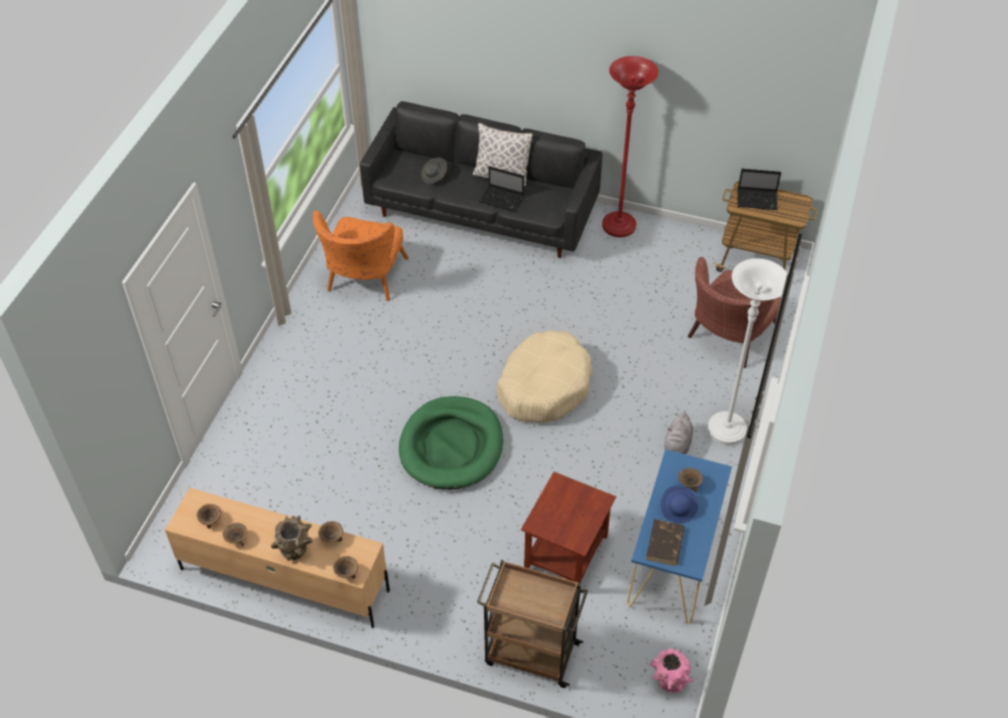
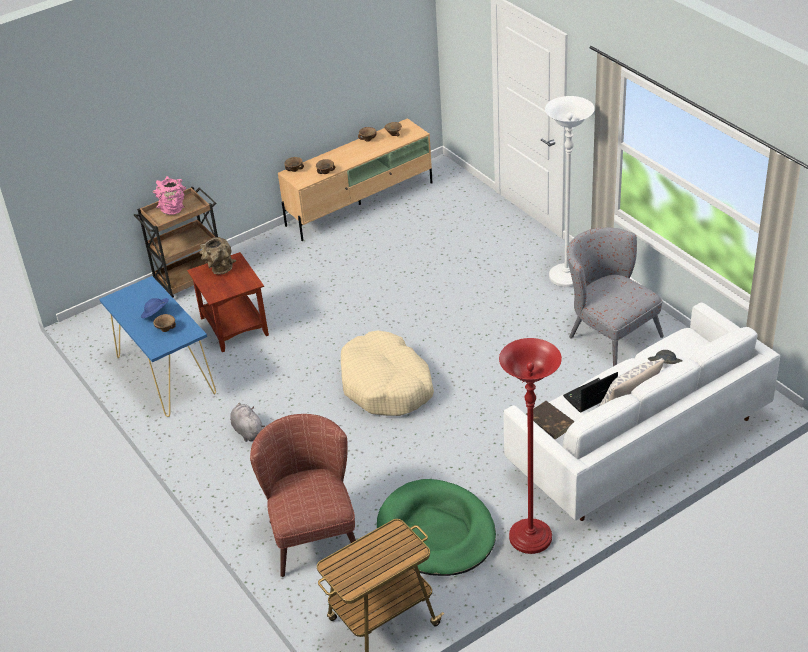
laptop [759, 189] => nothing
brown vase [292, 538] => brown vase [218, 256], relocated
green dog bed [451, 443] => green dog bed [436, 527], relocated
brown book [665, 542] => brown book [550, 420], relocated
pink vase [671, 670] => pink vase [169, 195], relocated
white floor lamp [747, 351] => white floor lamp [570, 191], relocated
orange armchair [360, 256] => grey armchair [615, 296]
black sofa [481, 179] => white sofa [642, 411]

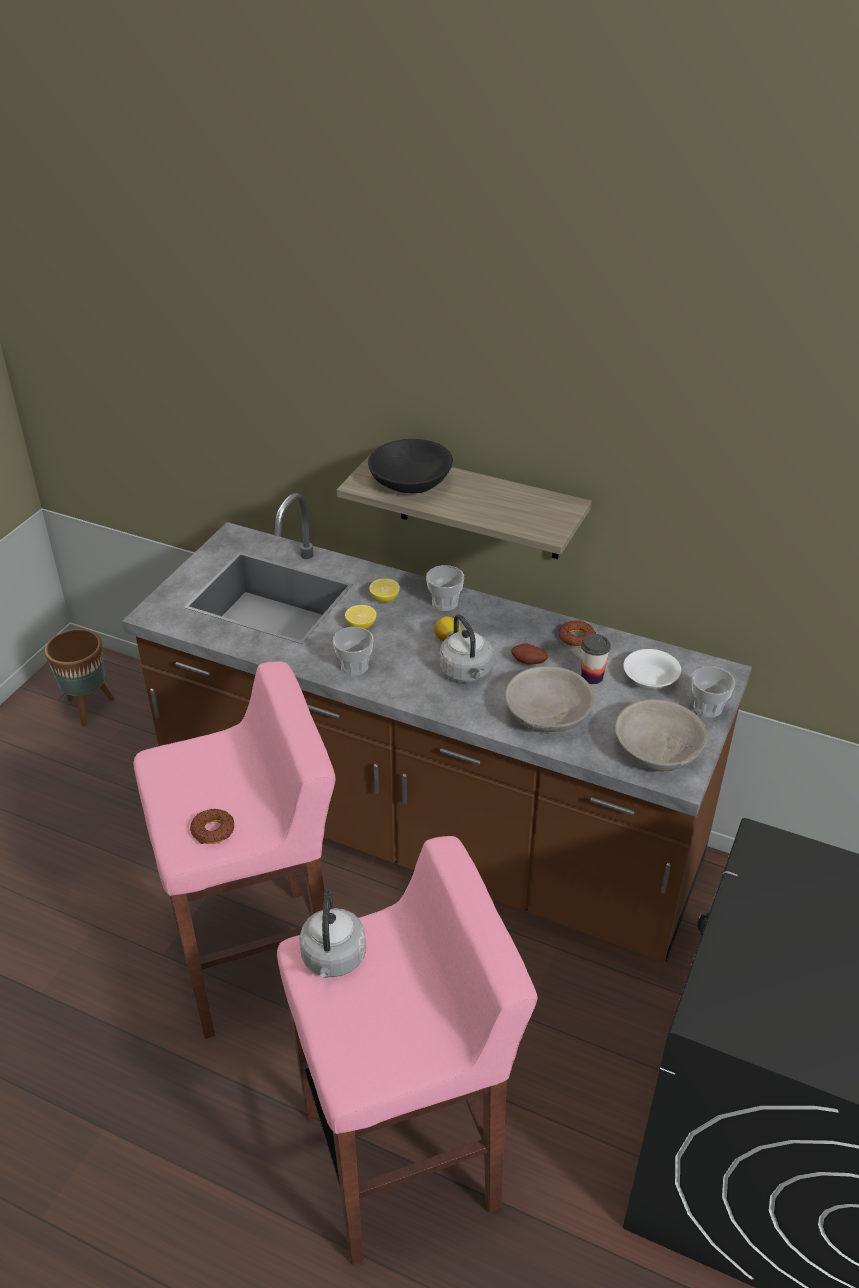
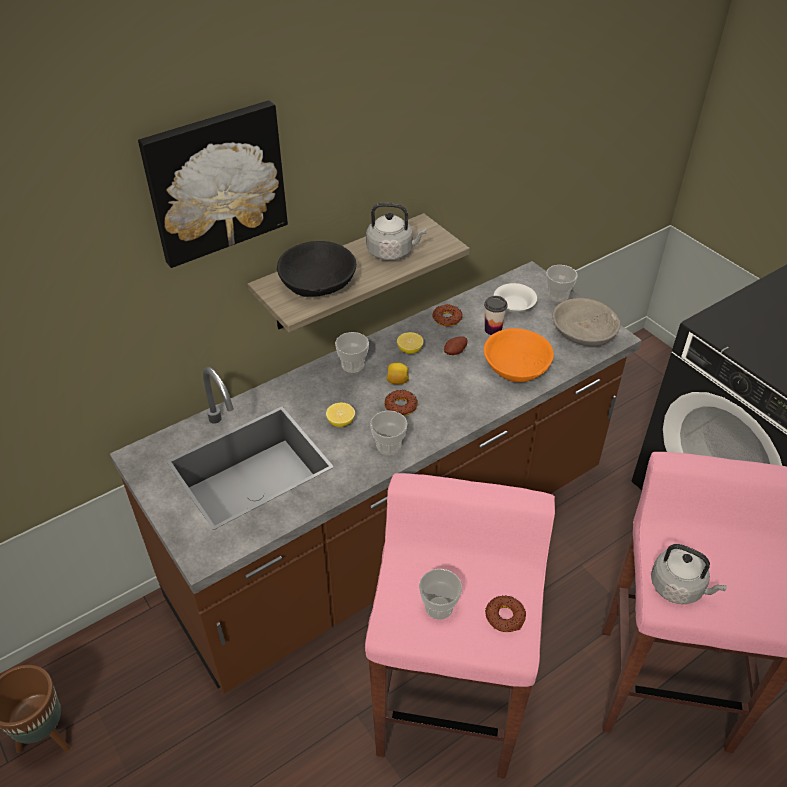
nothing => picture [213, 184]
nothing => donut [401, 403]
nothing => cup [440, 594]
lemon [384, 590] => lemon [410, 343], relocated
grey kettle [466, 648] => grey kettle [396, 232], relocated
grey bowl [549, 699] => orange bowl [519, 355]

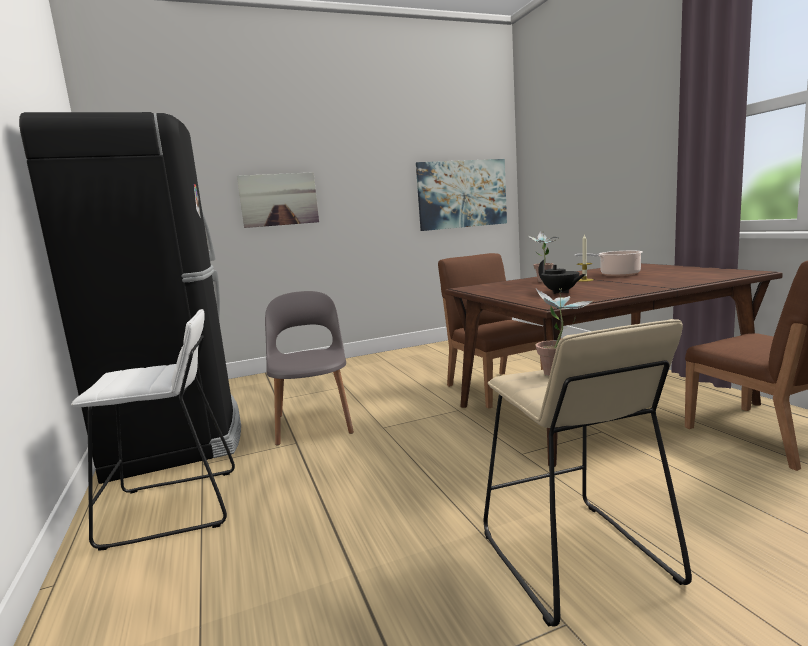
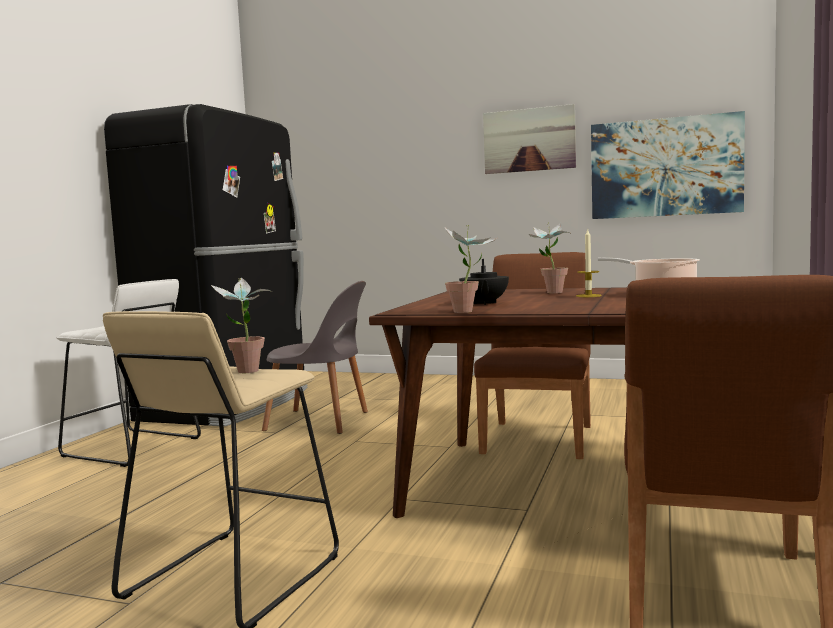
nothing => potted plant [471, 269]
picture [278, 200] => picture [529, 139], relocated
grey chair [309, 368] => grey chair [315, 357], 75 degrees clockwise

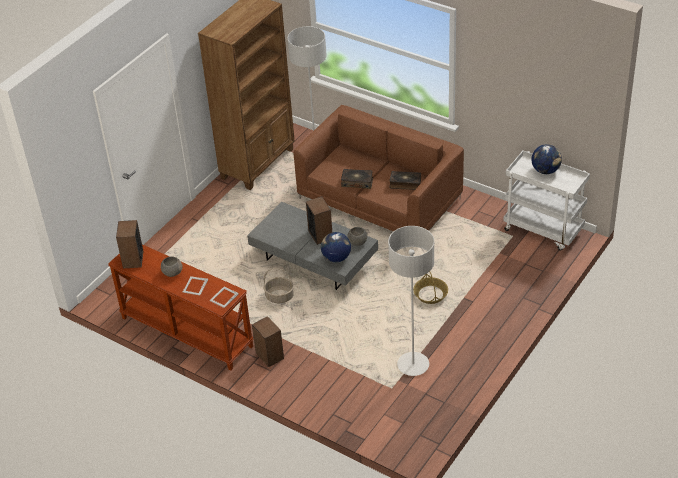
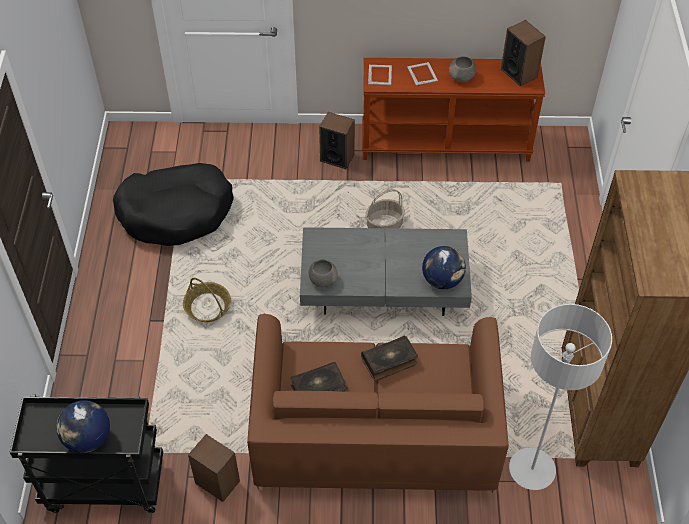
speaker [319, 221] => speaker [214, 468], relocated
globe [336, 247] => globe [444, 267], relocated
grey floor lamp [411, 301] => black dog bed [173, 204]
white cart [546, 201] => black cart [86, 454]

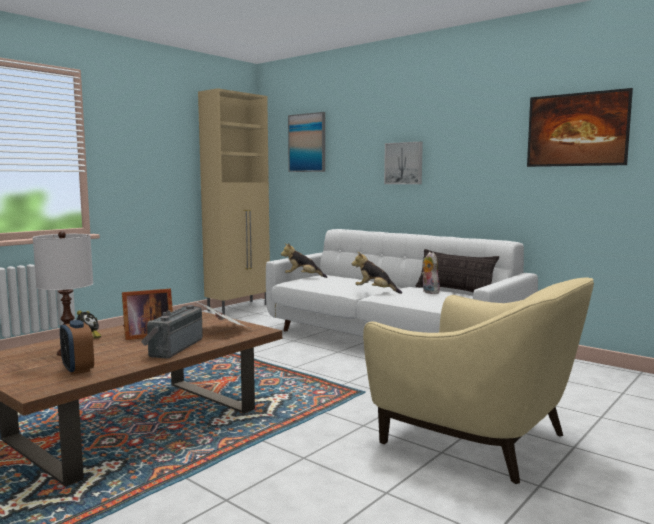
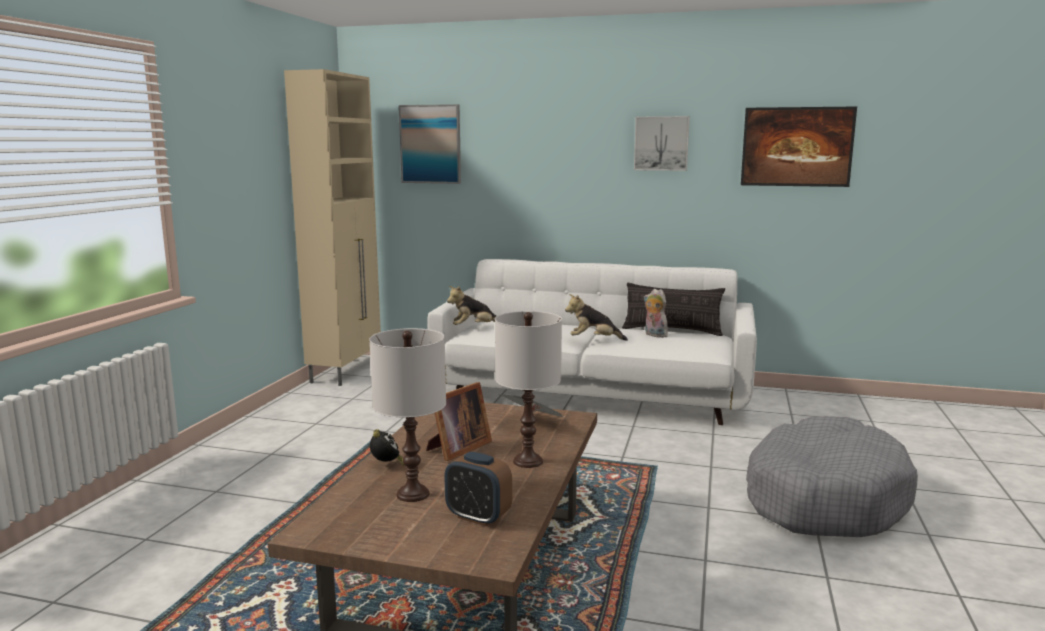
picture [403, 163] => picture [662, 143], relocated
radio [172, 332] => white table lamp [528, 389]
beige armchair [478, 380] => grey dog bed [832, 476]

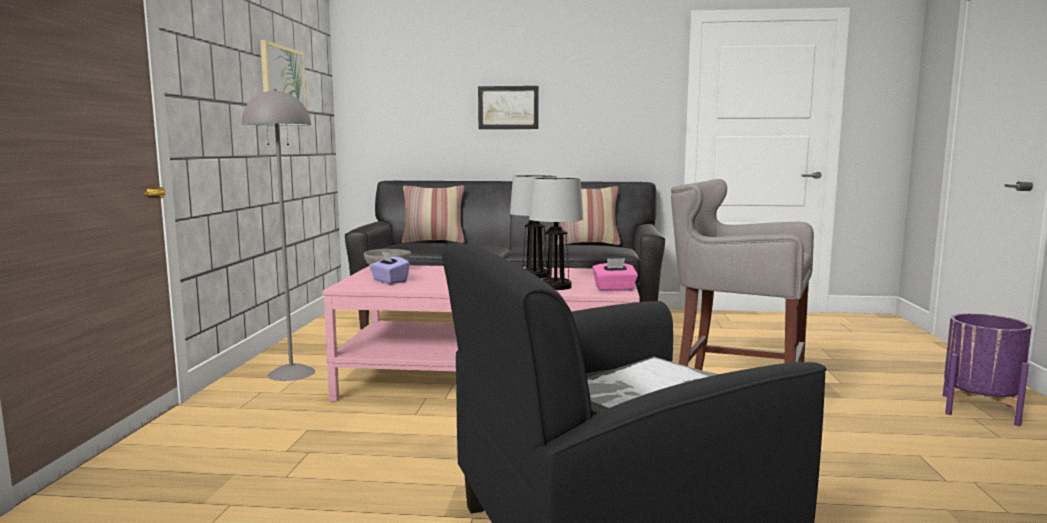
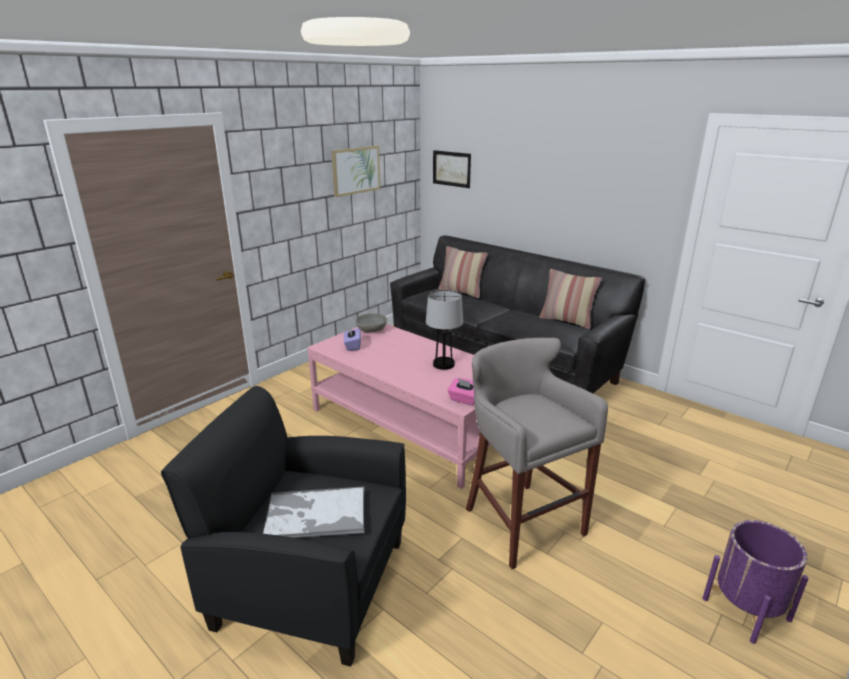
grey floor lamp [278, 235] => nothing
table lamp [556, 233] => nothing
picture [508, 107] => picture [452, 169], relocated

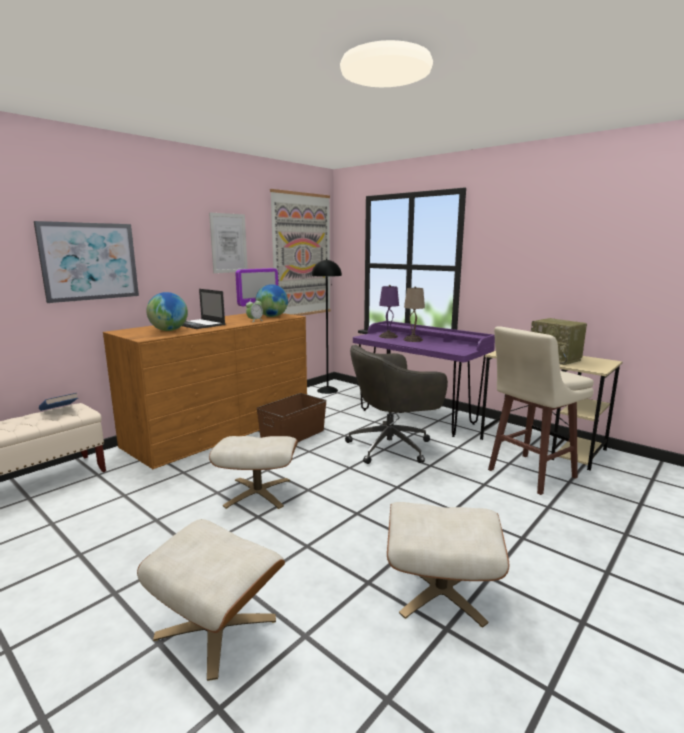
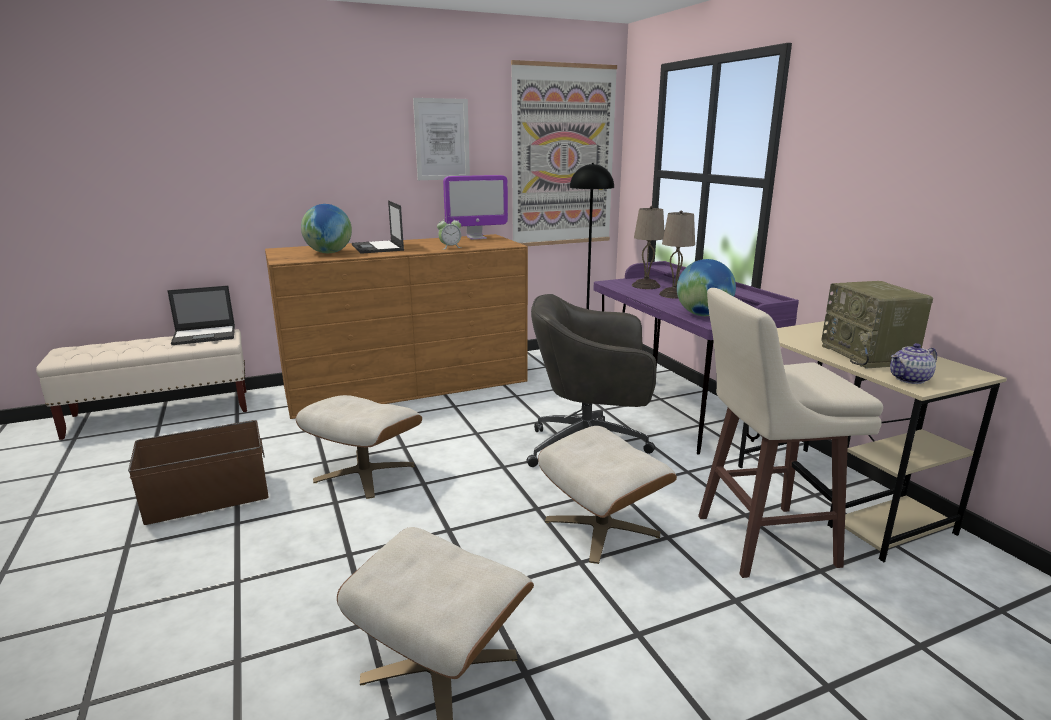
picture [86, 262] => nothing
nothing => teapot [913, 363]
beige ottoman [211, 600] => beige ottoman [607, 495], relocated
globe [271, 300] => globe [706, 287], relocated
brown storage box [291, 417] => brown storage box [198, 472], relocated
blue book [58, 402] => laptop [201, 315]
purple table lamp [389, 311] => beige table lamp [648, 247]

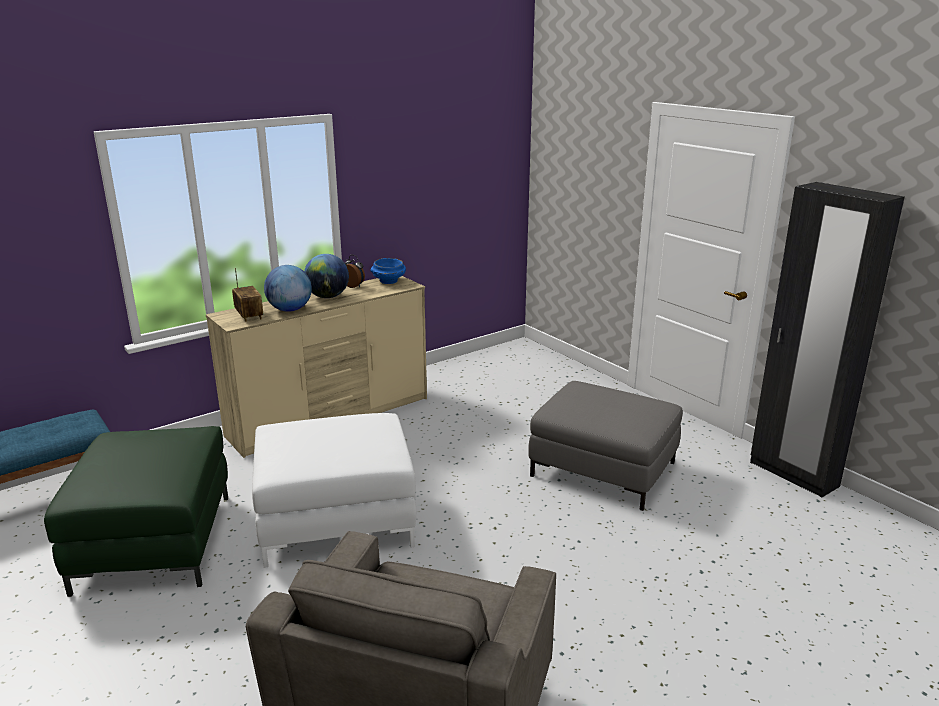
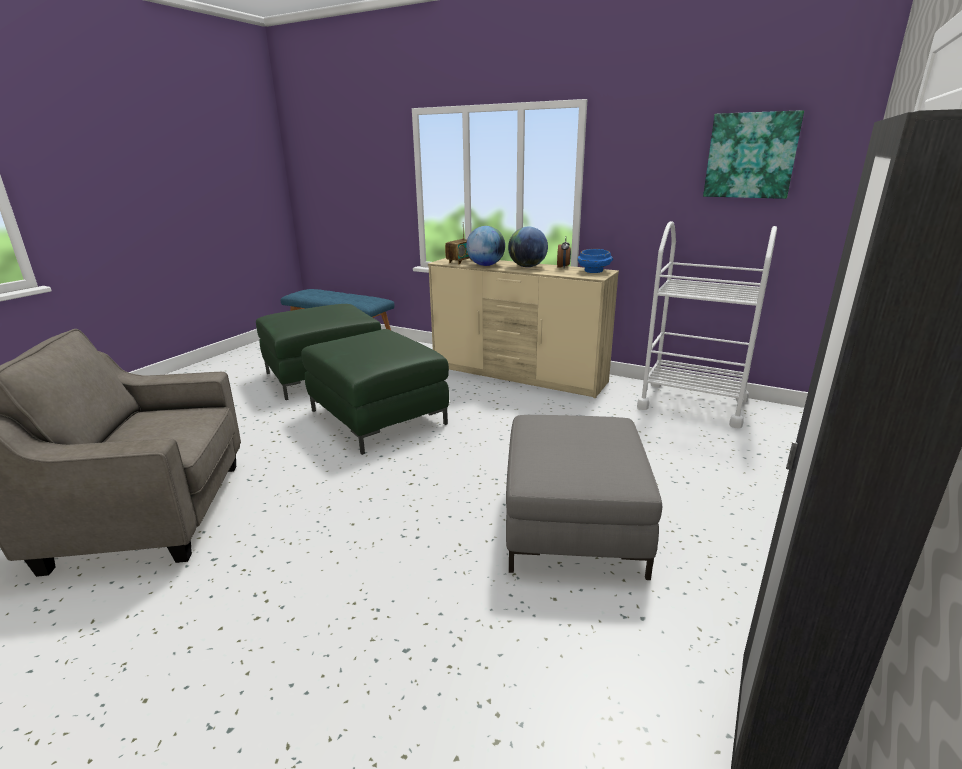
nothing => white cart [707, 324]
nothing => picture [753, 154]
white ottoman [334, 490] => green ottoman [375, 392]

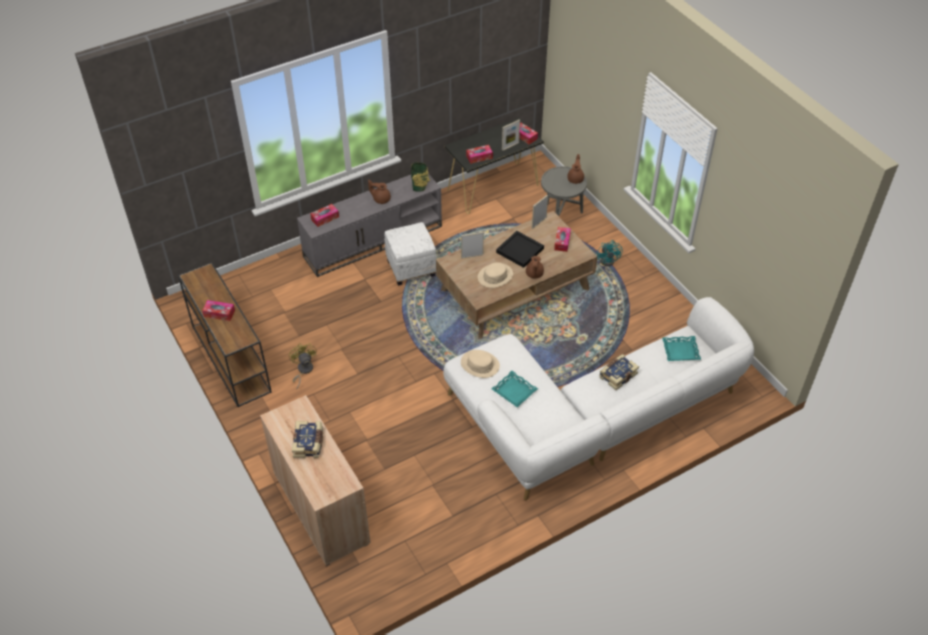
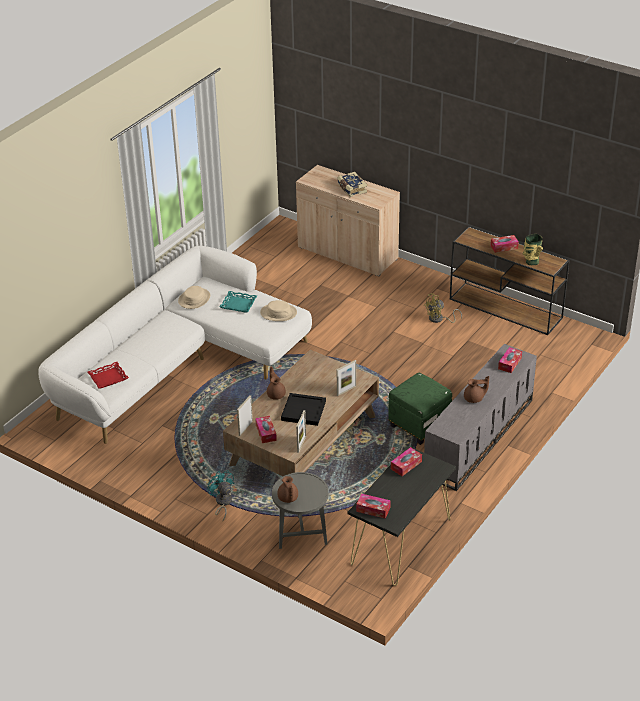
book [619, 372] => nothing
vase [420, 177] => vase [533, 249], relocated
beige hat [495, 275] => beige hat [194, 297], relocated
picture frame [511, 135] => picture frame [245, 415], relocated
white ottoman [410, 254] => green ottoman [420, 409]
turquoise tray [681, 348] => red tray [108, 375]
yellow fan [303, 366] => yellow fan [443, 308], 105 degrees clockwise

